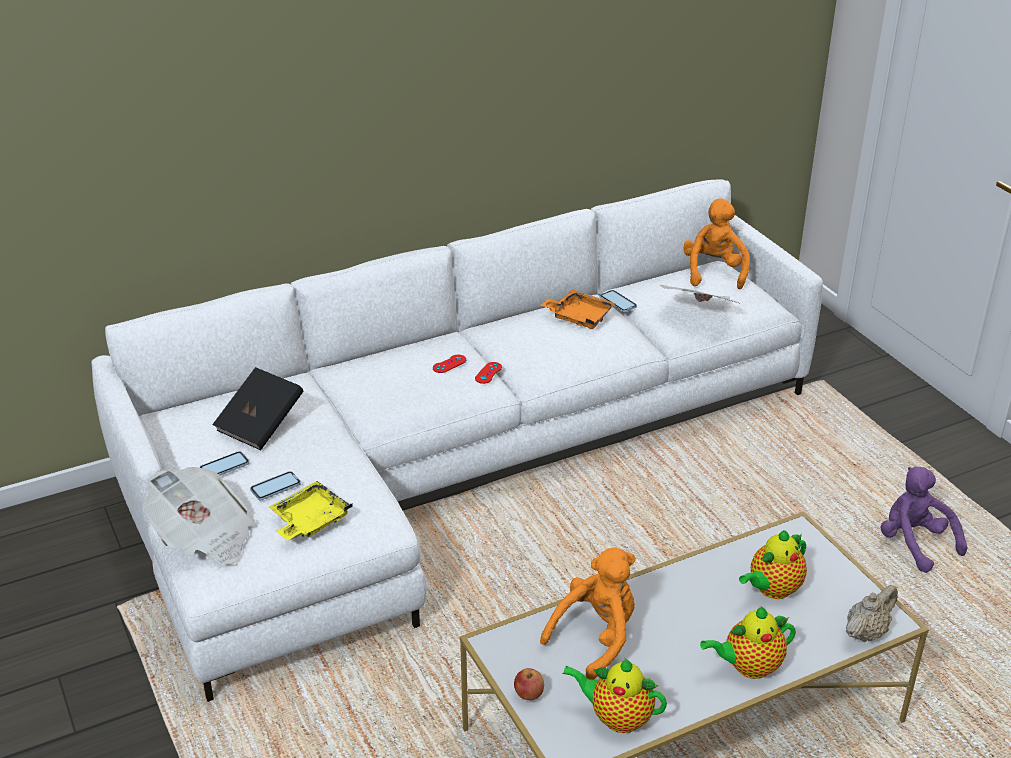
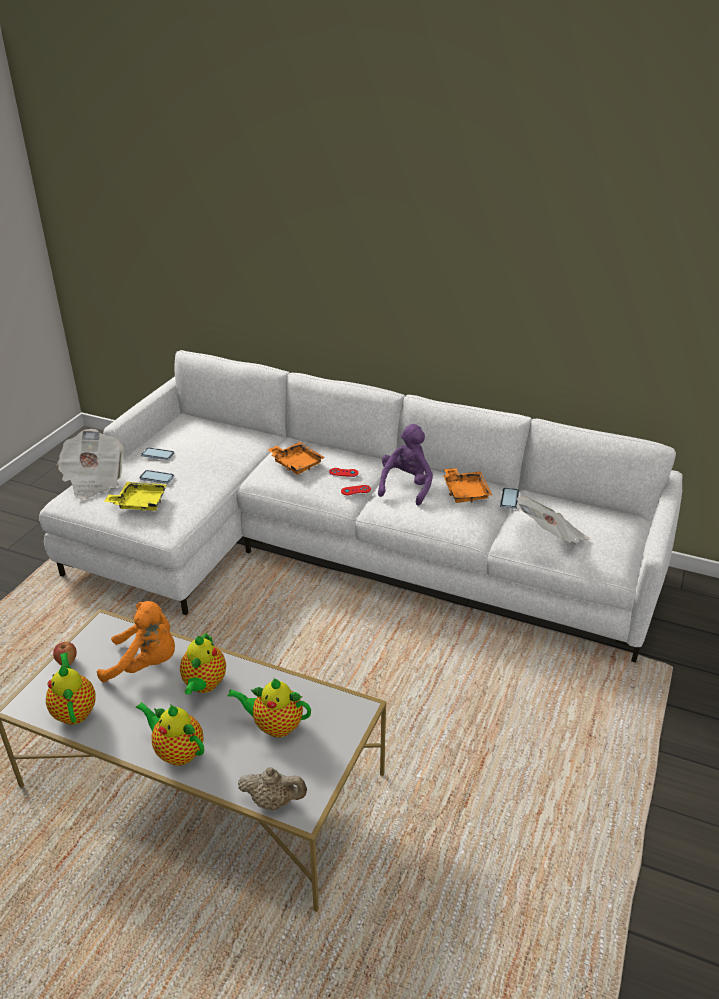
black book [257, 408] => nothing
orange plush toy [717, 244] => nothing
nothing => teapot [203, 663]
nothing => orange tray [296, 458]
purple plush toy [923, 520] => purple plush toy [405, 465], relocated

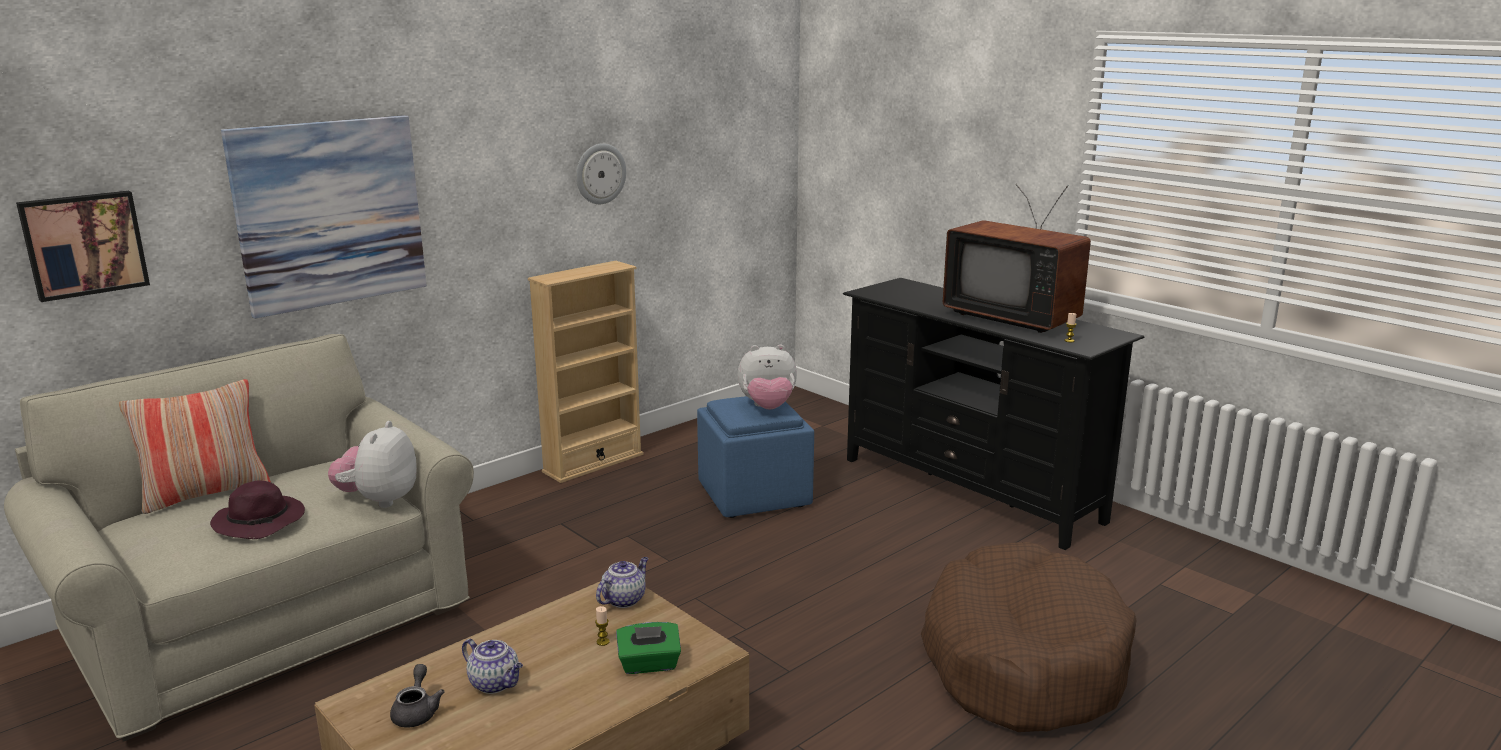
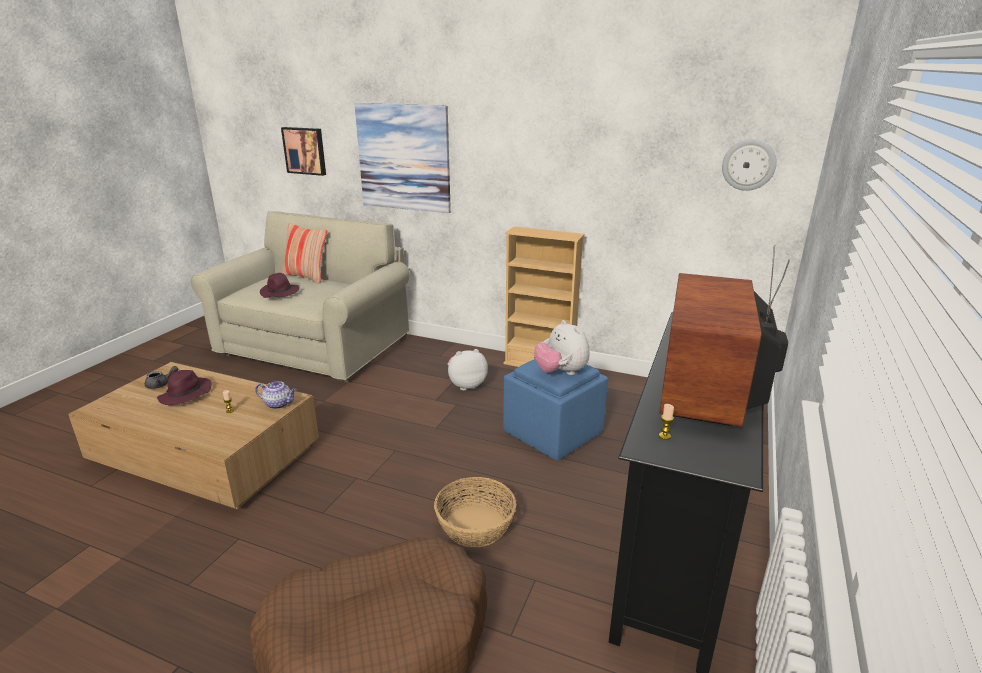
green tissue box [648, 648] => nothing
nothing => basket [475, 512]
plush toy [372, 464] => plush toy [468, 370], relocated
wall clock [601, 173] => wall clock [749, 165], relocated
teapot [492, 666] => purple hat [184, 387]

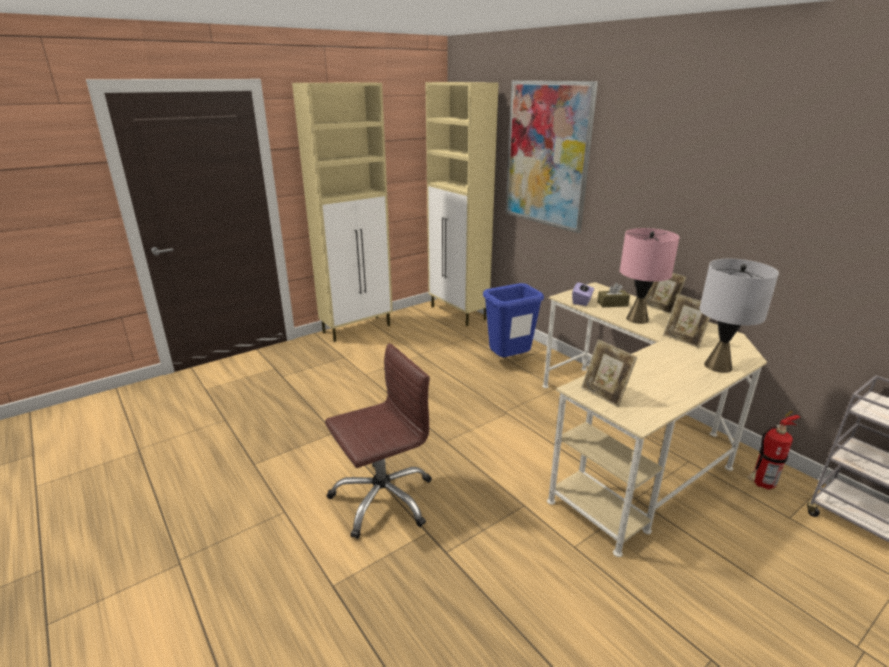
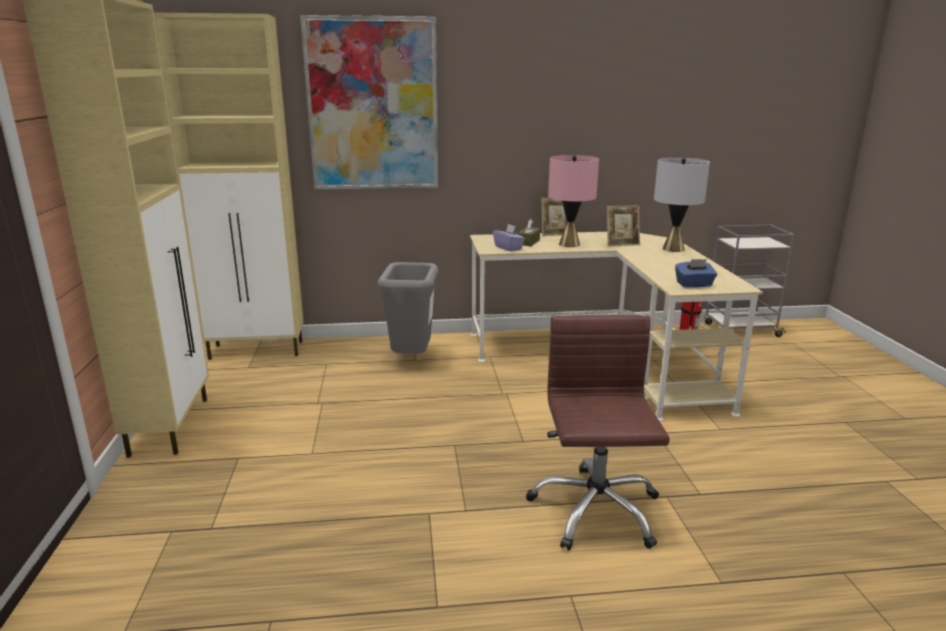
picture frame [609, 373] => blue tissue box [696, 273]
blue trash can [513, 320] => grey trash can [408, 308]

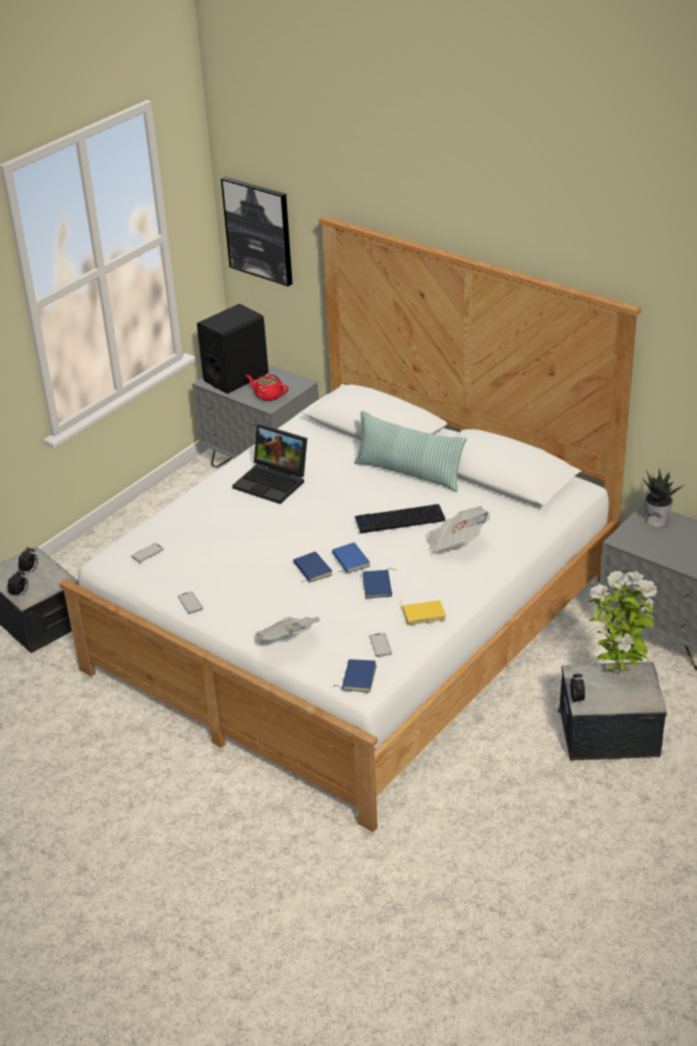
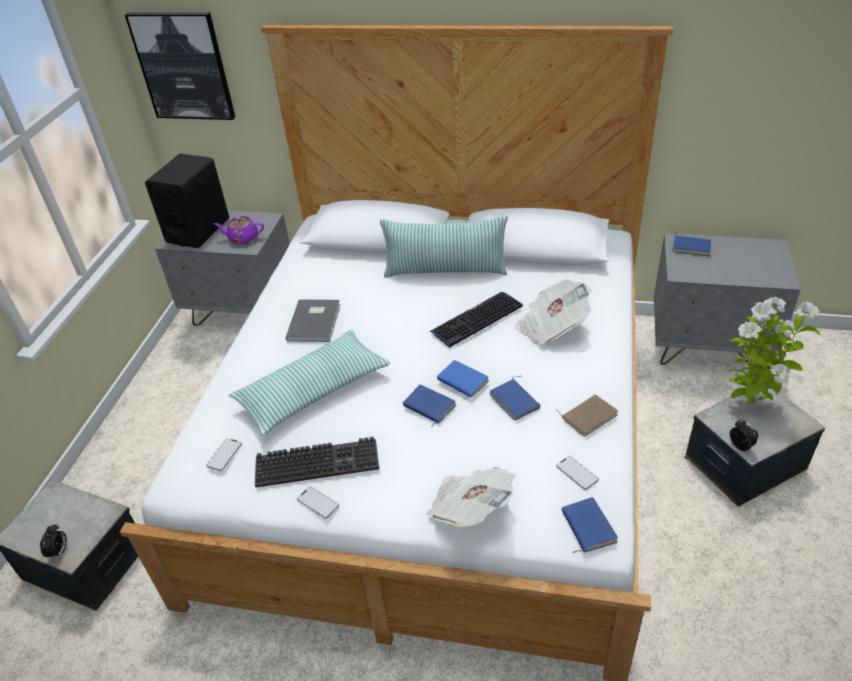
alarm clock [28, 561] => nothing
nothing => pillow [309, 383]
nothing => keyboard [317, 462]
laptop [269, 464] => grey book [313, 320]
potted plant [663, 496] => blue book [691, 244]
red teapot [267, 388] => purple teapot [239, 230]
yellow book [423, 612] => brown book [587, 415]

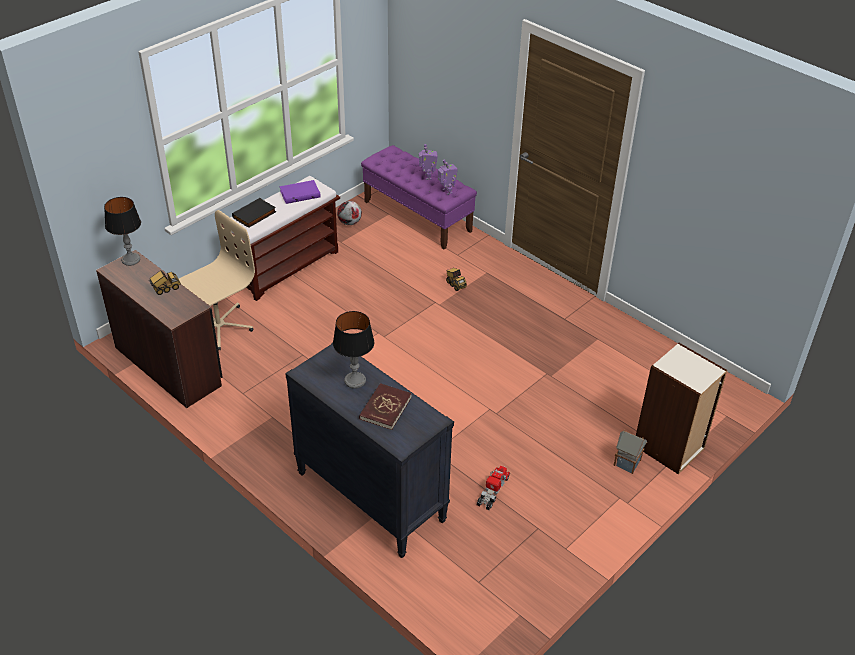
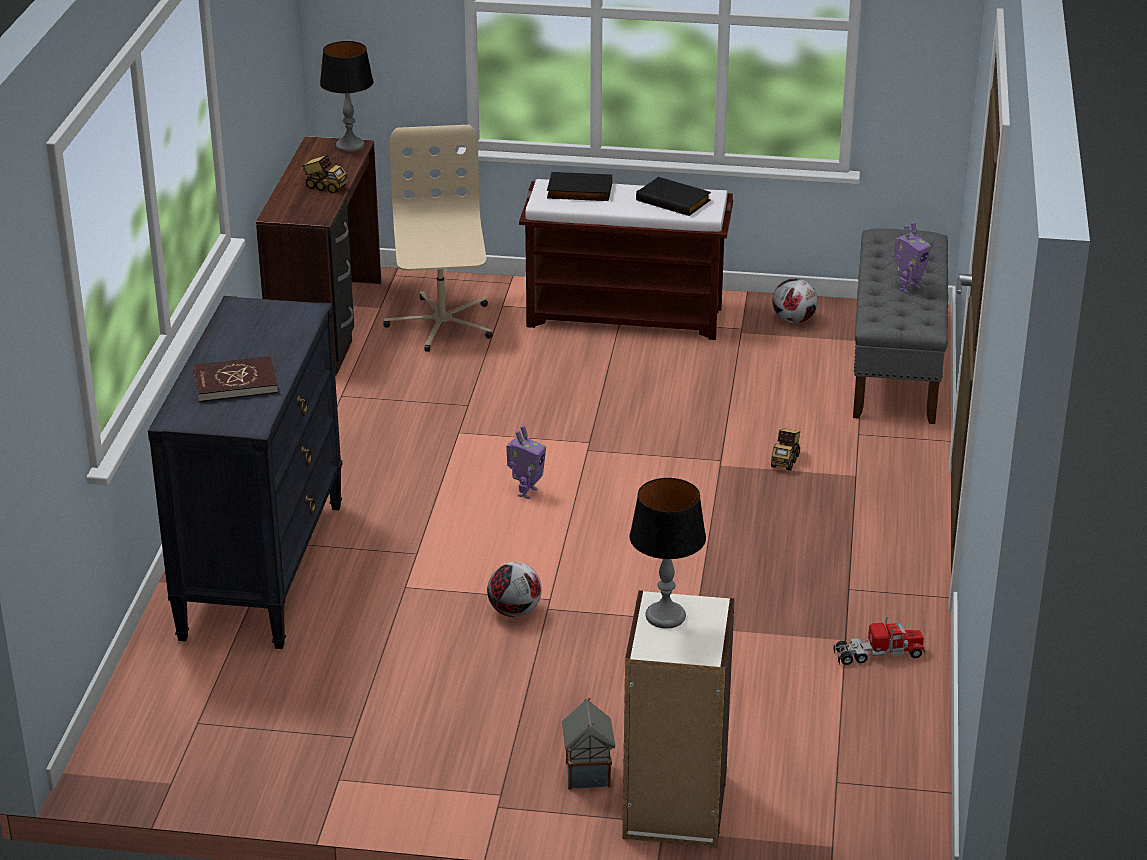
nothing => football [514, 589]
table lamp [354, 350] => table lamp [667, 553], relocated
toy robot [448, 177] => toy robot [526, 462], relocated
toy truck [493, 488] => toy truck [879, 640], relocated
purple book [300, 192] => black book [673, 196]
purple bench [419, 197] => grey bench [900, 326]
beige office chair [217, 280] => beige office chair [438, 238], 105 degrees counterclockwise

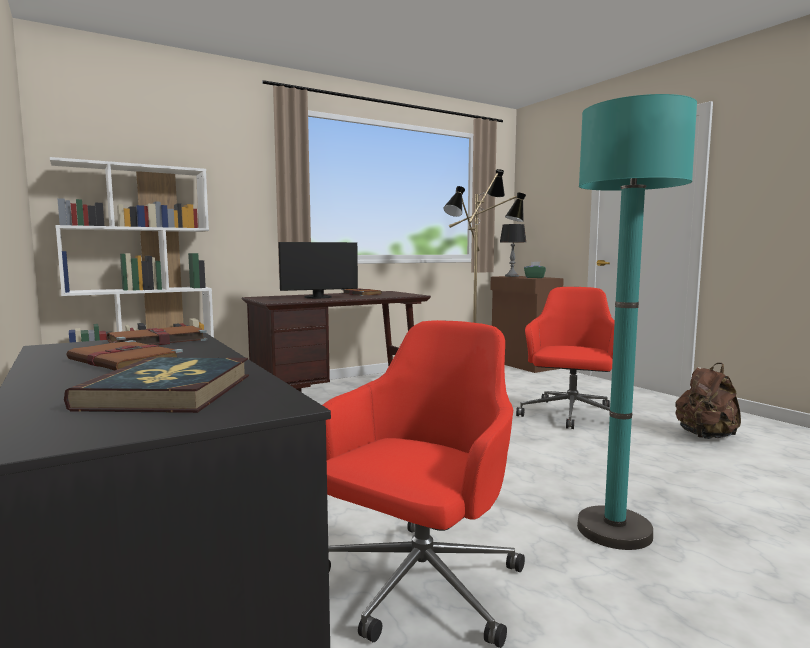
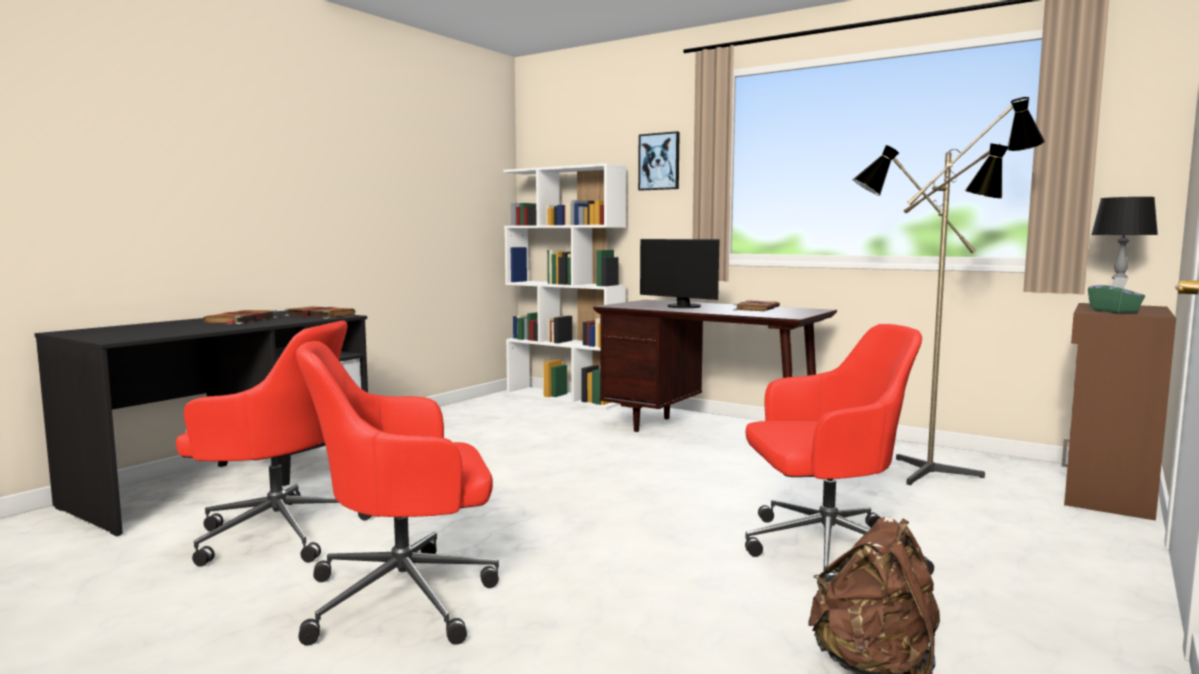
book [156, 385] => nothing
nothing => picture [659, 161]
turquoise floor lamp [637, 322] => red office chair [397, 493]

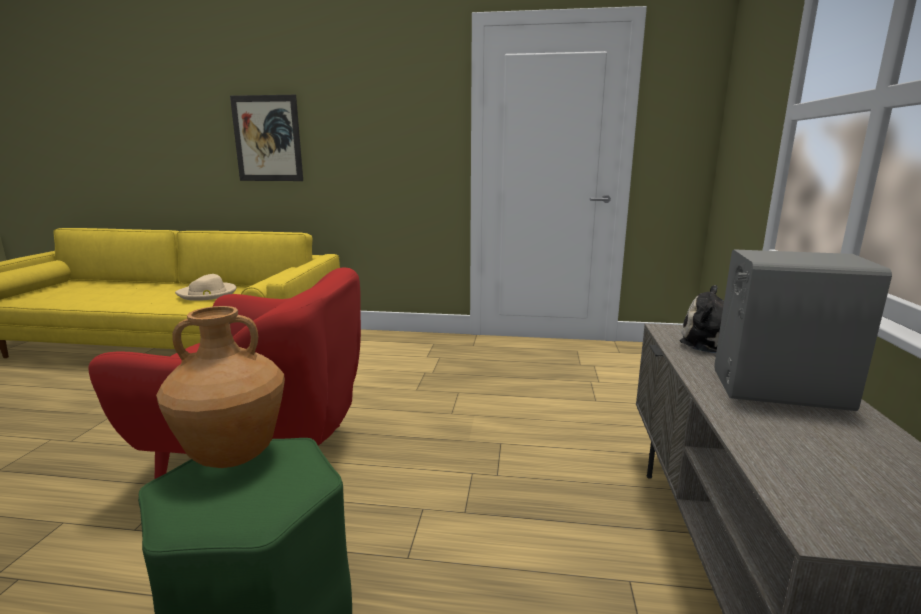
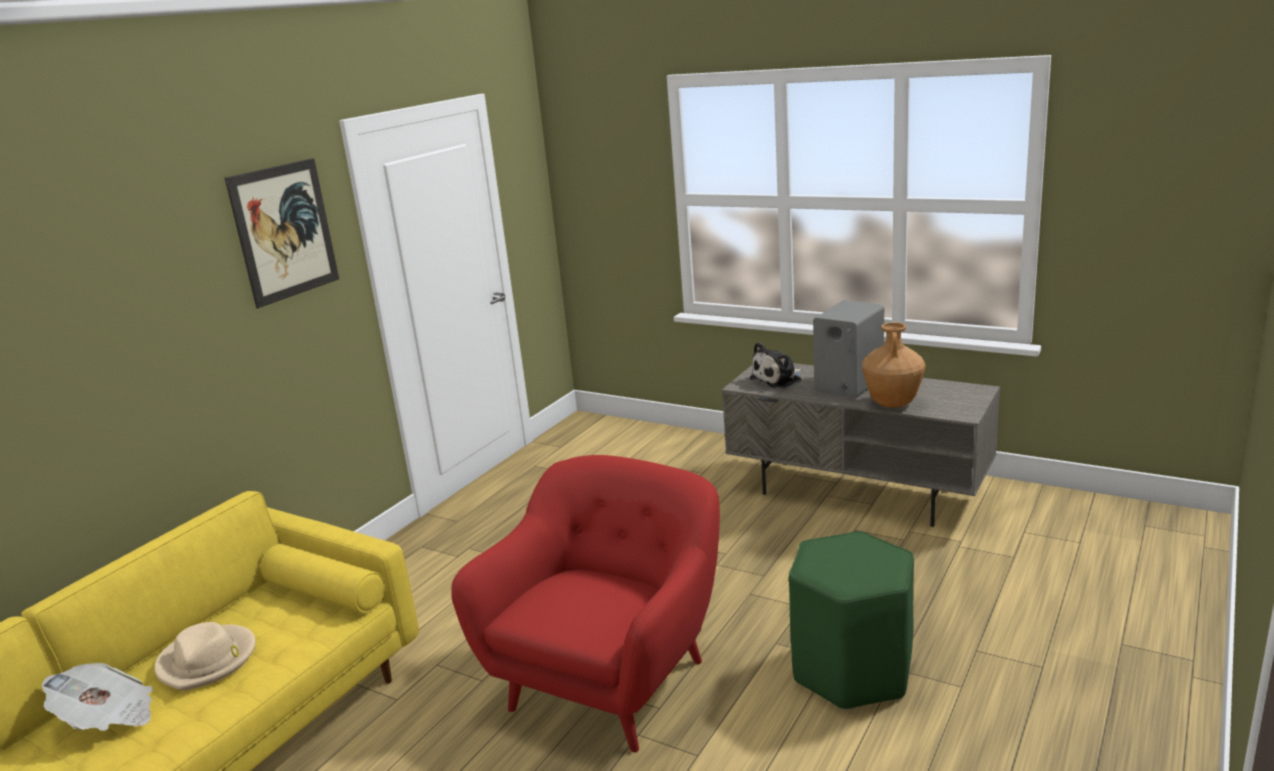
nothing => newspaper [97, 697]
brown vase [220, 387] => brown vase [893, 365], relocated
picture [266, 138] => picture [282, 233], relocated

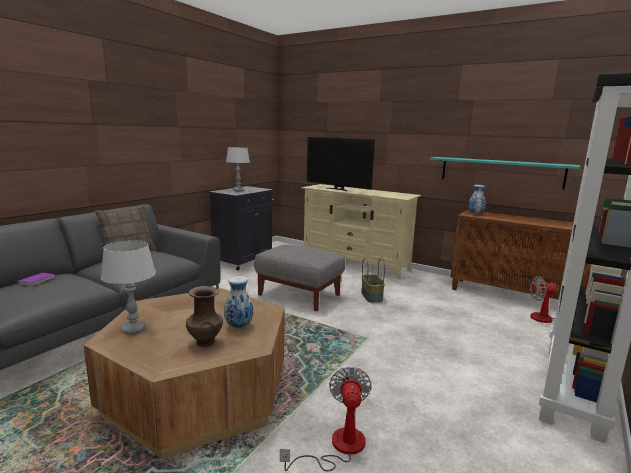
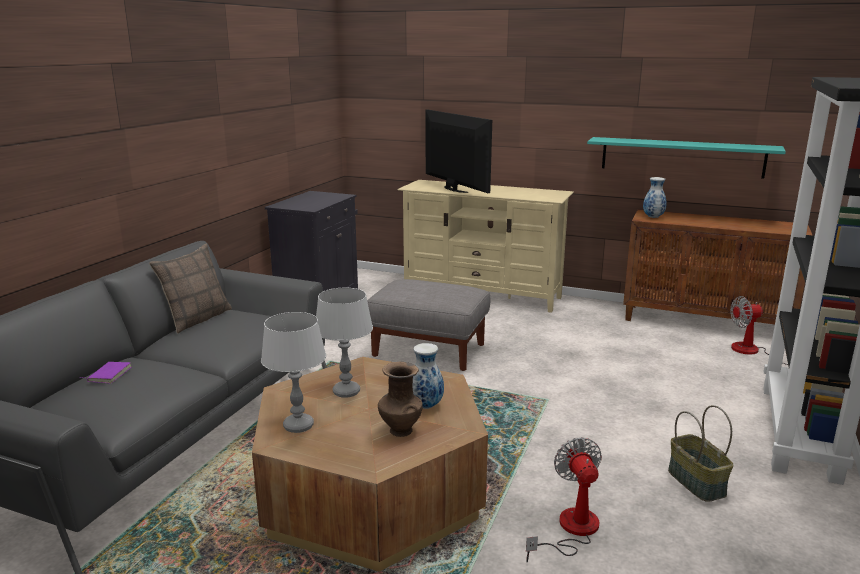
grey table lamp [238, 169] => grey table lamp [344, 343], relocated
basket [373, 280] => basket [700, 453], relocated
television [341, 164] => television [459, 151], 150 degrees counterclockwise

